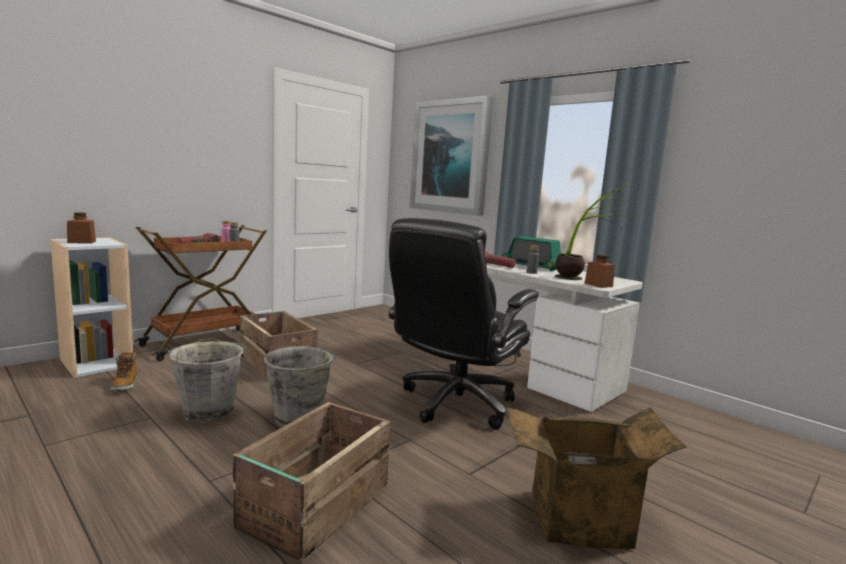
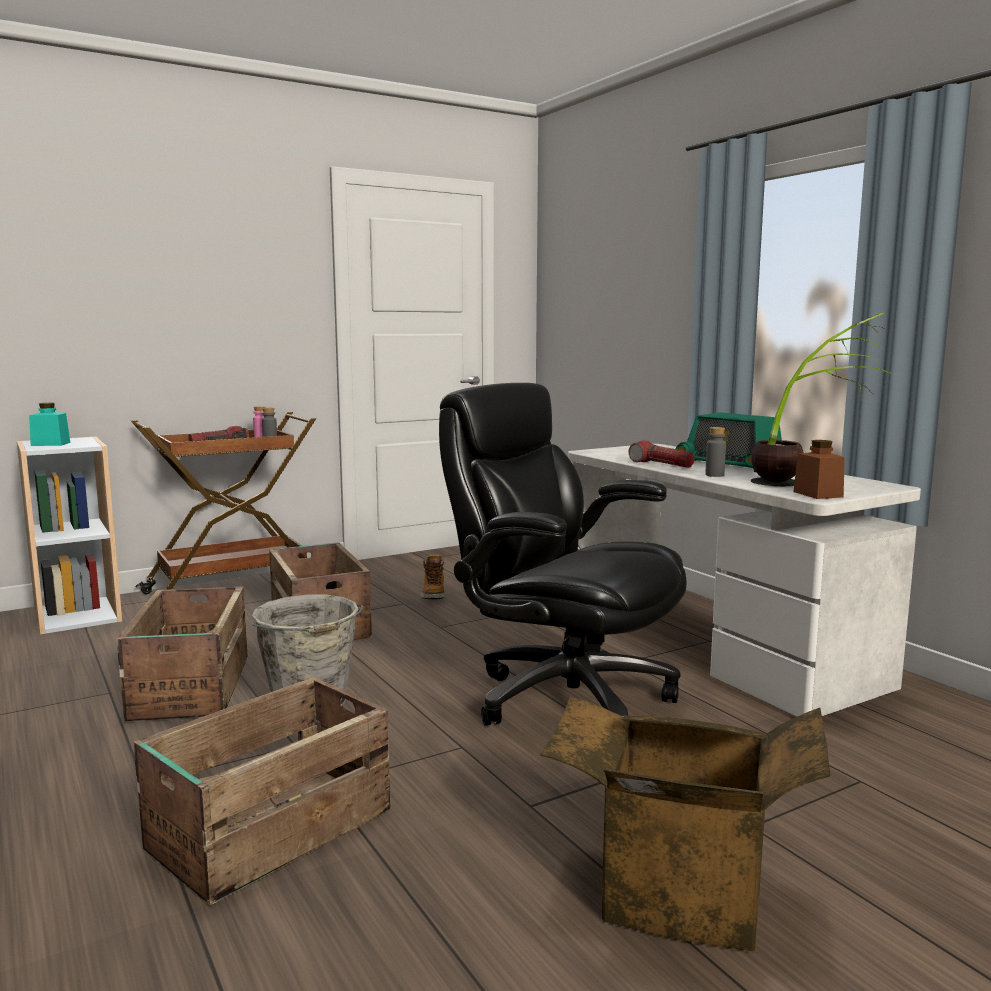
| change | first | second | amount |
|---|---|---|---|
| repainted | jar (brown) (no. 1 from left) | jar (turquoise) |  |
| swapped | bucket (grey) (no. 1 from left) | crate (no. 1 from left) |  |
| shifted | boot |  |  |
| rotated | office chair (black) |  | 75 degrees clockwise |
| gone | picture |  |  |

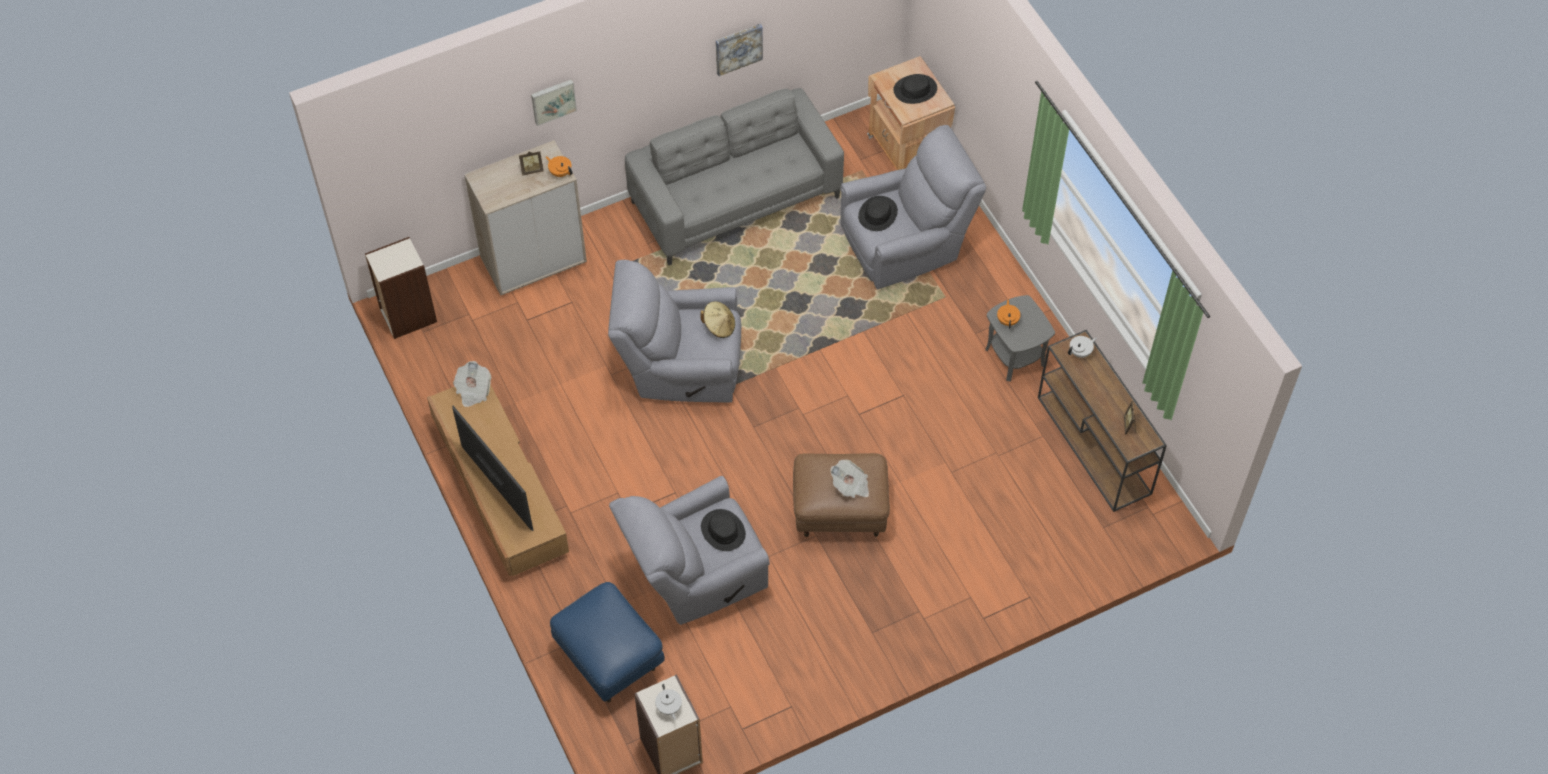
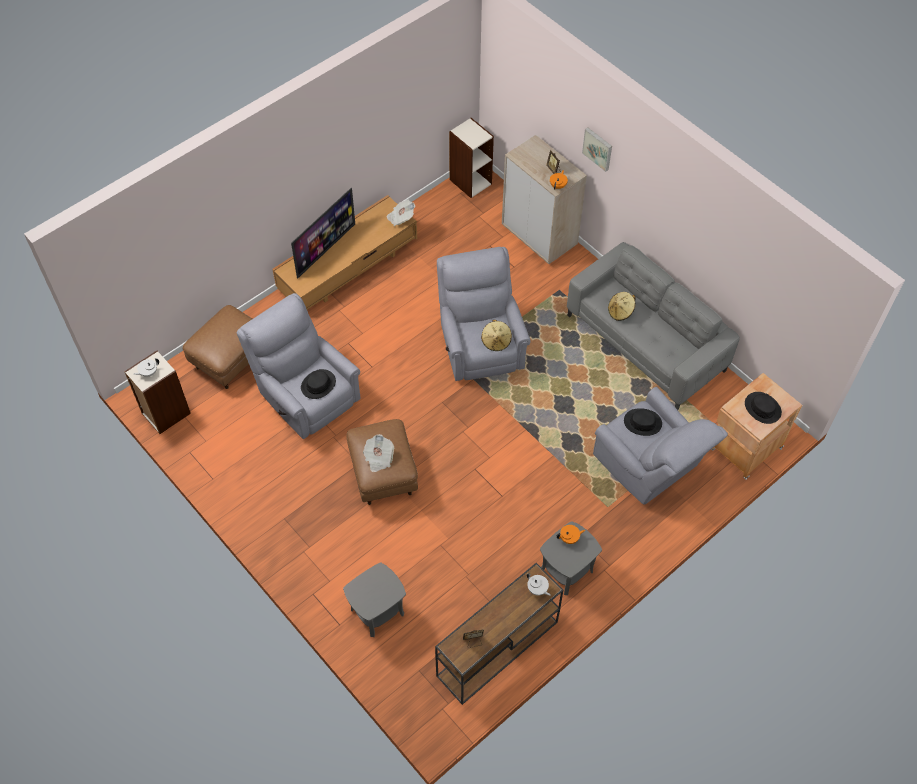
| change | first | second | amount |
|---|---|---|---|
| repainted | ottoman (blue) | ottoman (brown) (no. 1 from left) |  |
| new |  | side table (grey) (no. 1 from left) |  |
| new |  | hat (beige) (no. 2 from left) |  |
| gone | picture (no. 2 from left) |  |  |

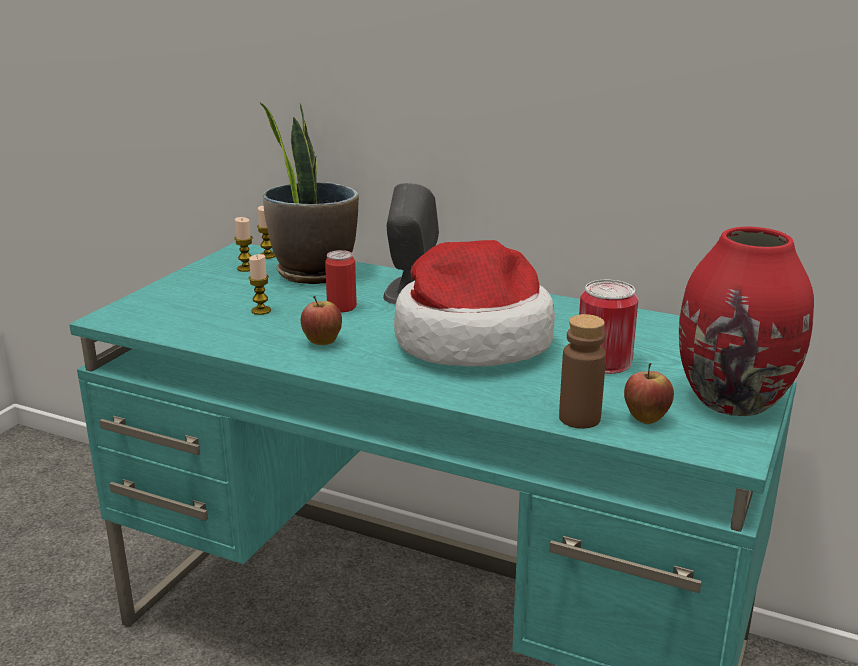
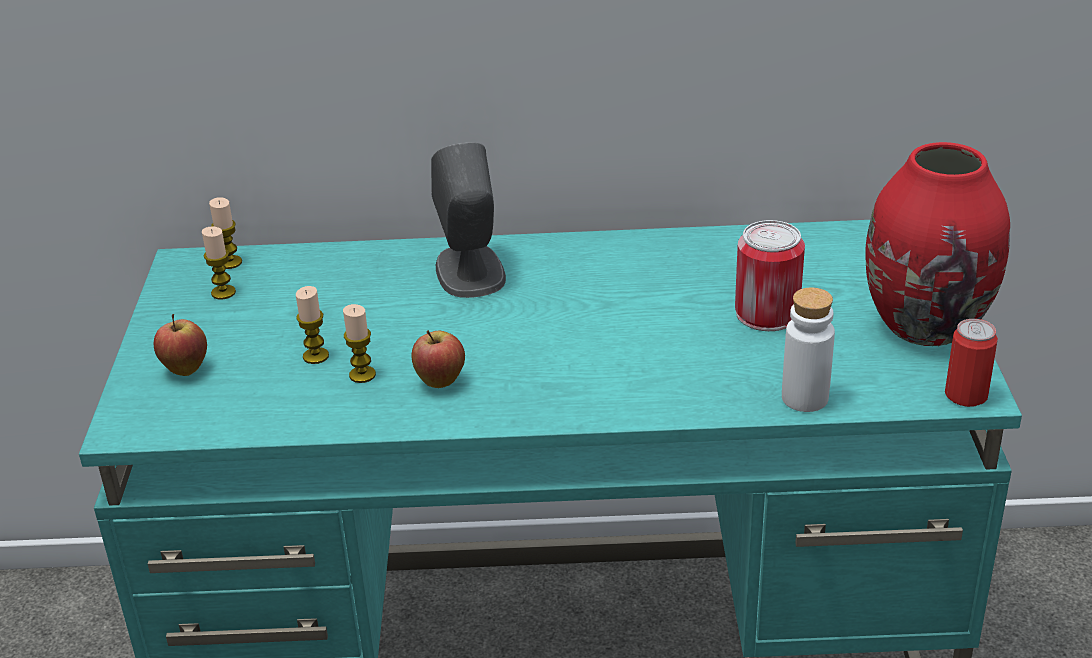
| change | first | second | amount |
|---|---|---|---|
| shifted | apple (no. 2 from left in the first image) | apple (no. 1 from left) |  |
| new |  | candle (no. 4 from left) |  |
| repainted | bottle (brown) | bottle (white) |  |
| shifted | can (no. 1 from left in the first image) | can (no. 2 from left) |  |
| gone | potted plant |  |  |
| gone | hat |  |  |

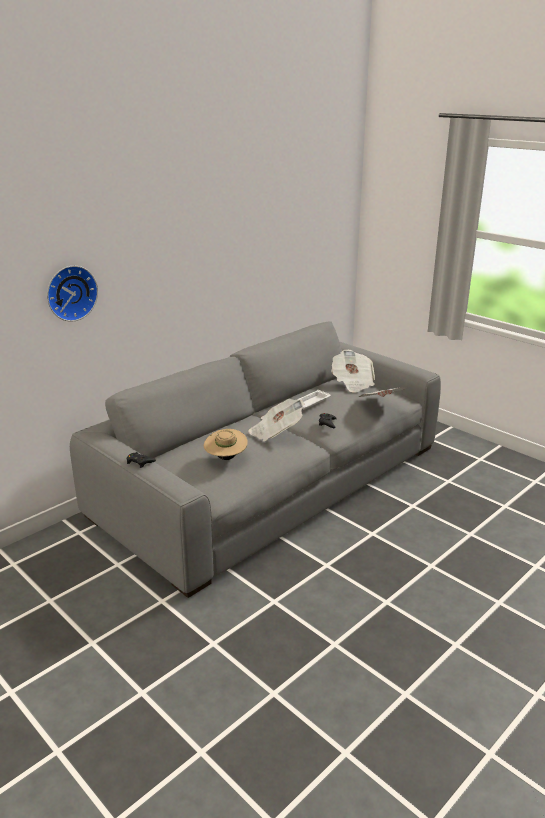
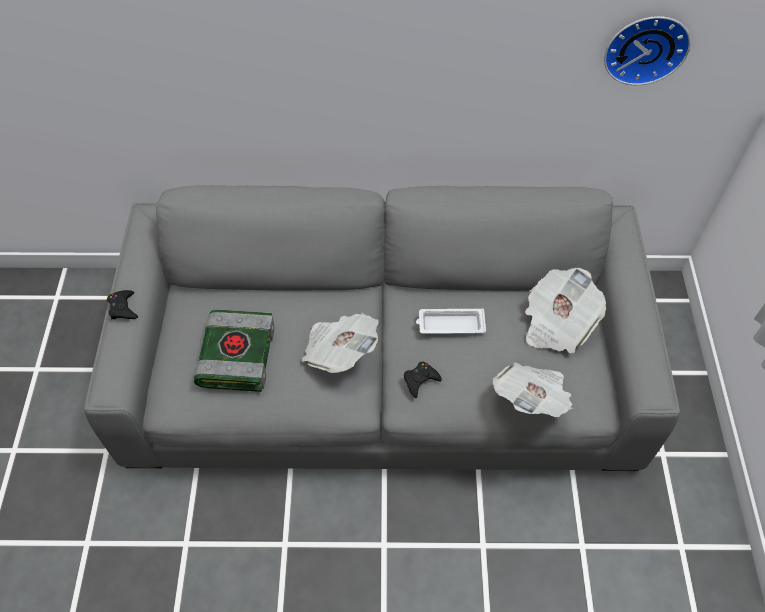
| change | first | second | amount |
|---|---|---|---|
| swapped | hat (beige) | book |  |
| shifted | wall clock |  |  |

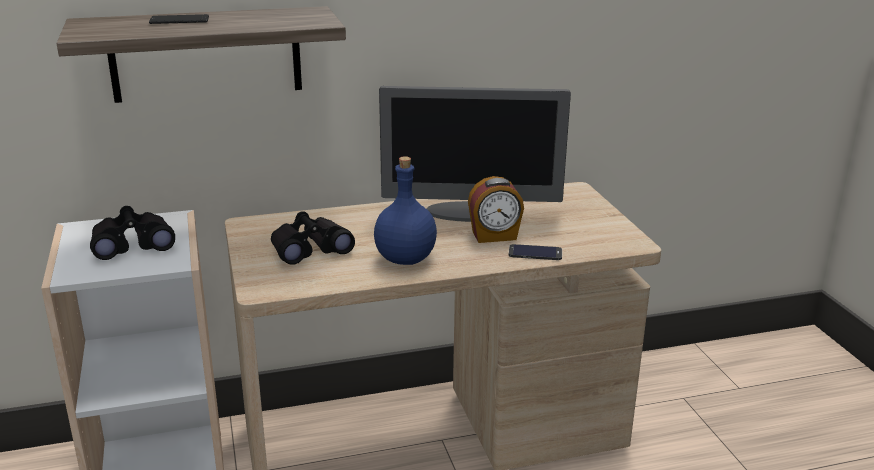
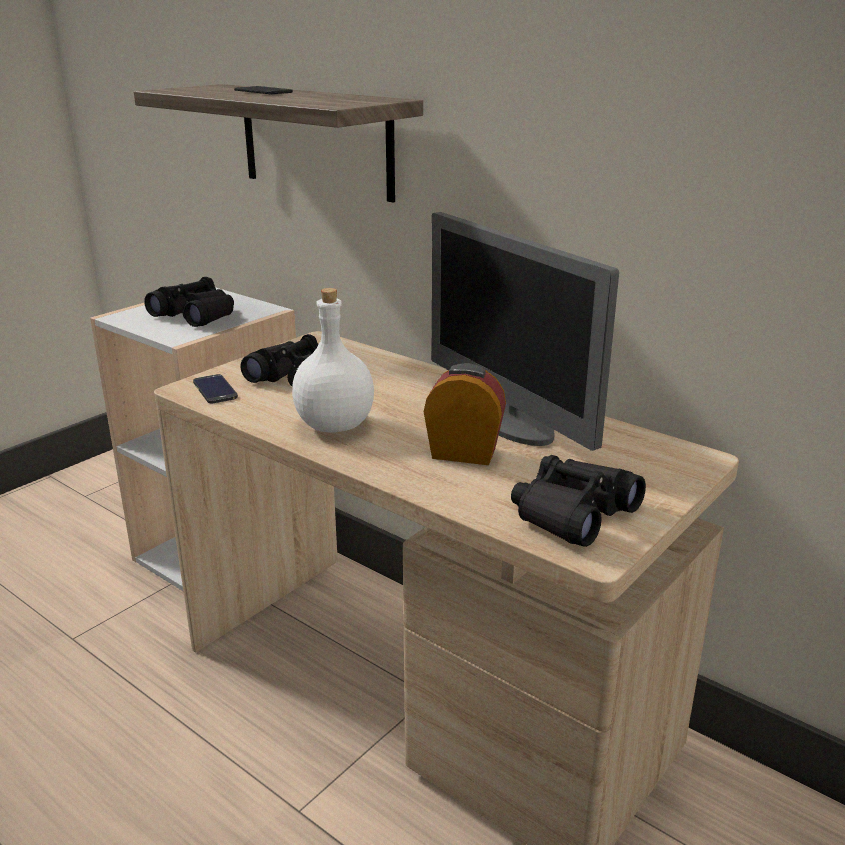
| change | first | second | amount |
|---|---|---|---|
| shifted | phone (no. 2 from left in the first image) | phone (no. 1 from left) |  |
| repainted | bottle (blue) | bottle (white) |  |
| rotated | alarm clock |  | 150 degrees clockwise |
| new |  | binoculars (black) (no. 3 from left) |  |

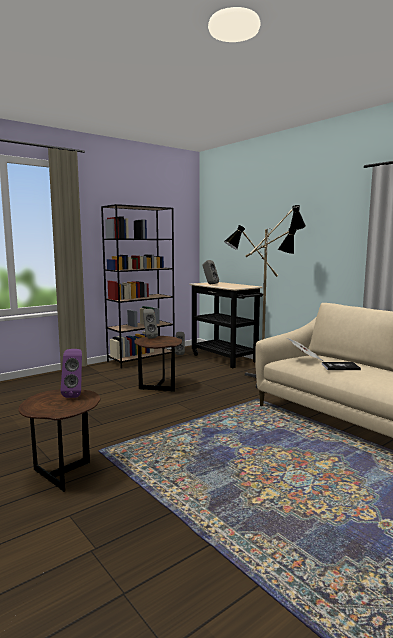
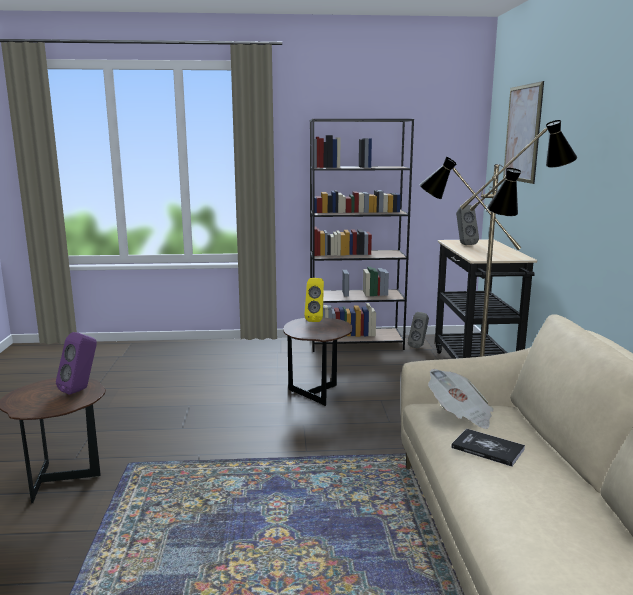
| change | first | second | amount |
|---|---|---|---|
| repainted | speaker (grey) (no. 1 from left) | speaker (yellow) |  |
| new |  | picture |  |

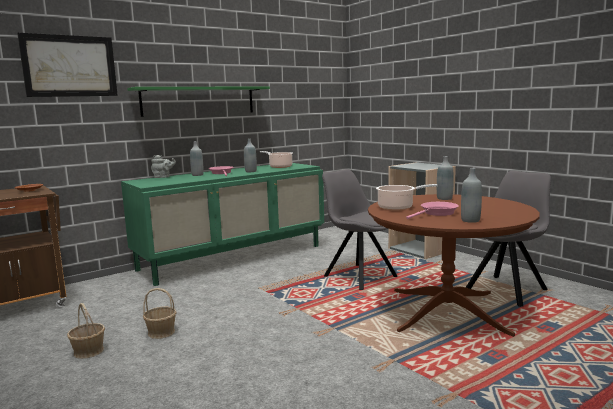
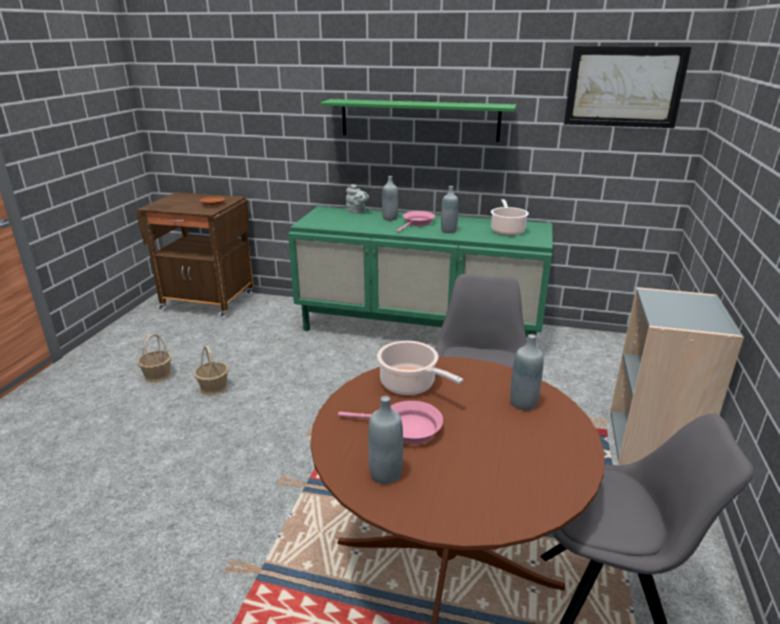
| change | first | second | amount |
|---|---|---|---|
| shifted | picture |  |  |

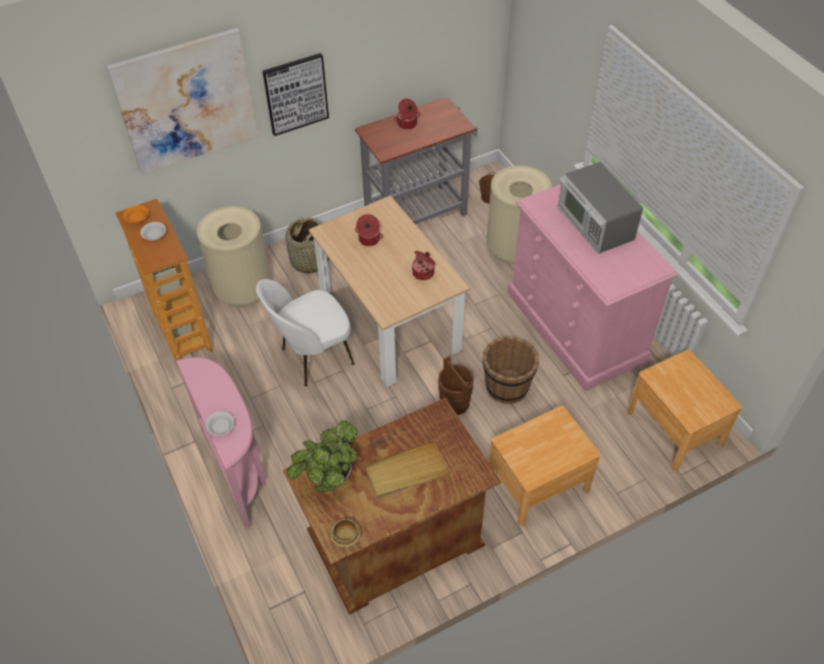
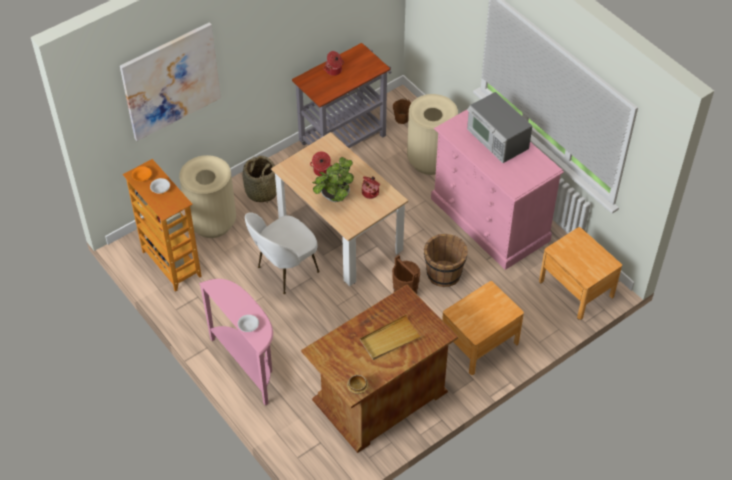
| change | first | second | amount |
|---|---|---|---|
| shifted | potted plant |  |  |
| gone | picture (no. 2 from left) |  |  |

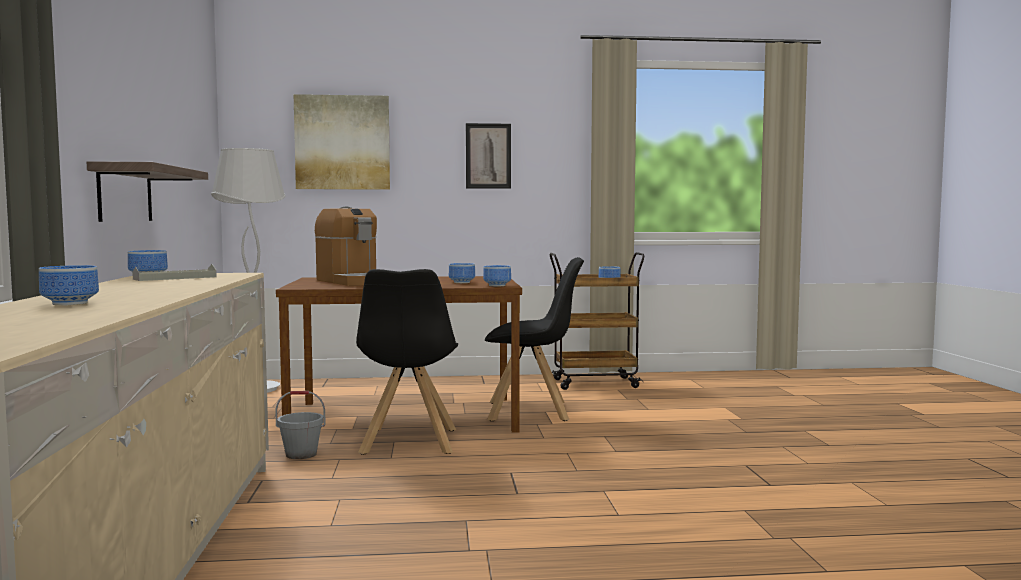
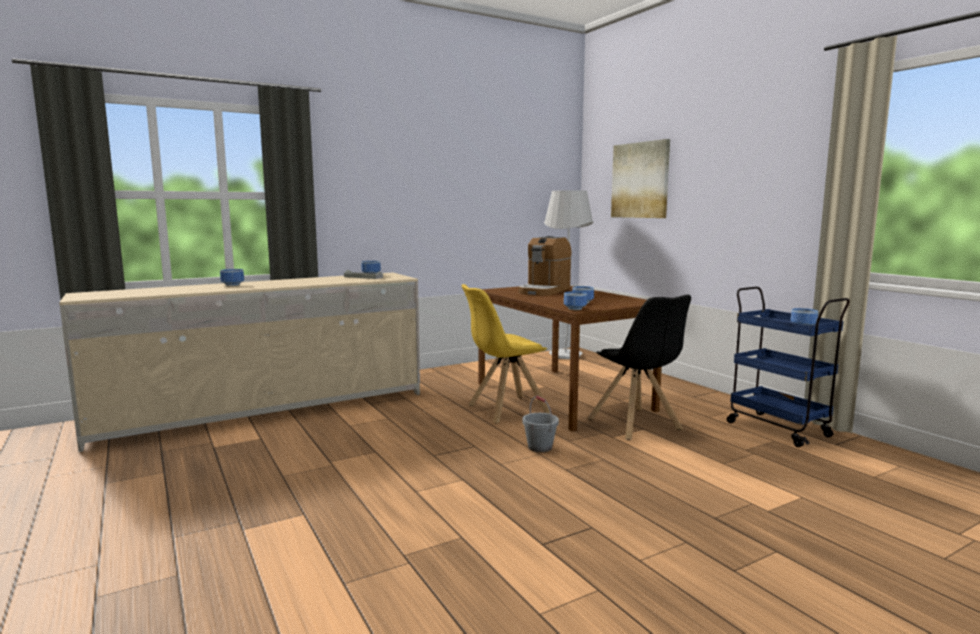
| change | first | second | amount |
|---|---|---|---|
| repainted | chair (black) (no. 1 from left) | chair (yellow) |  |
| shifted | bucket (grey) |  |  |
| repainted | cart (brown) | cart (blue) |  |
| gone | shelf |  |  |
| gone | picture (no. 2 from left) |  |  |

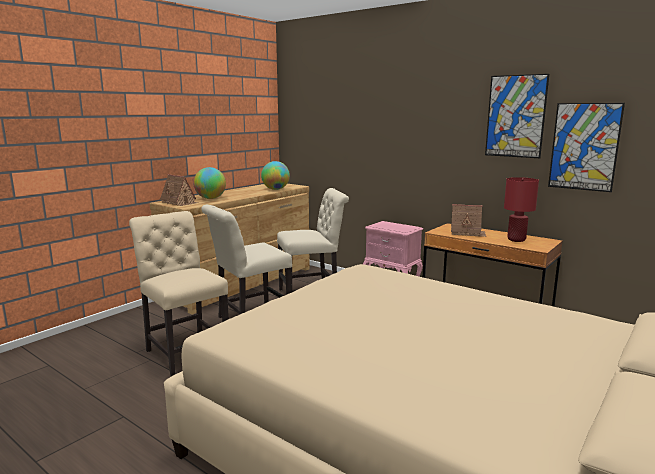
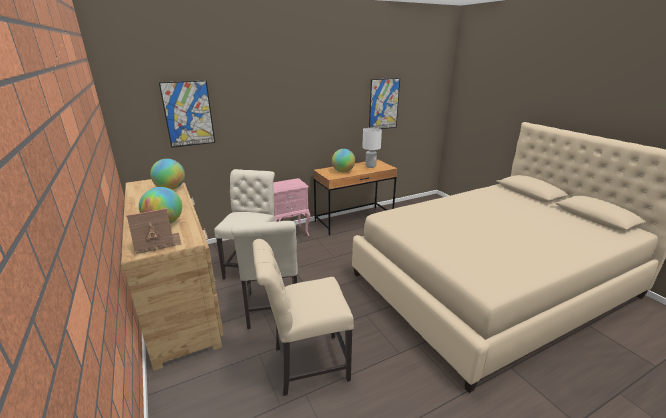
| change | first | second | amount |
|---|---|---|---|
| shifted | picture (no. 1 from left) |  |  |
| swapped | toy house (no. 2 from left) | globe (no. 3 from left) |  |
| repainted | table lamp (red) | table lamp (white) |  |

